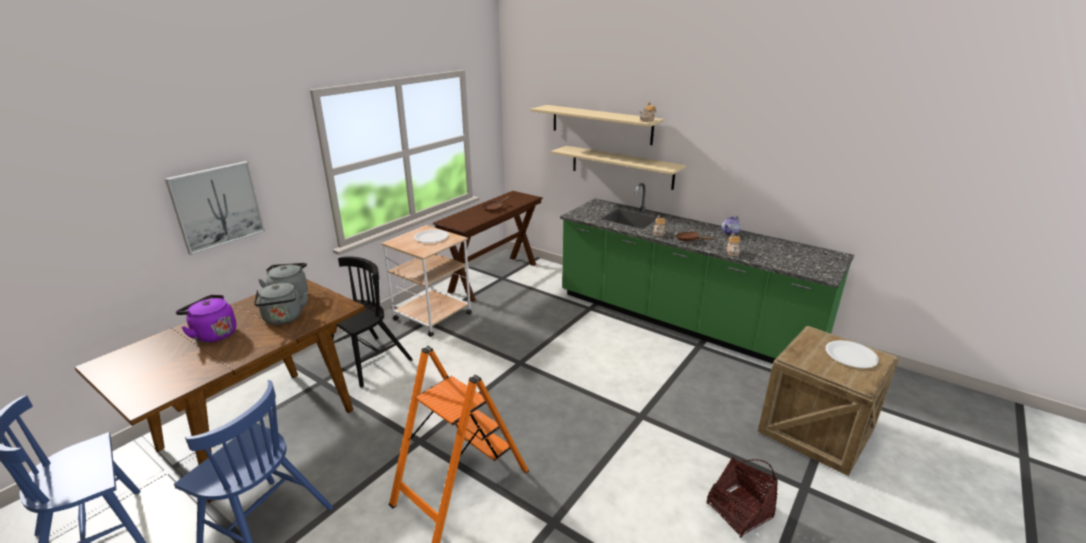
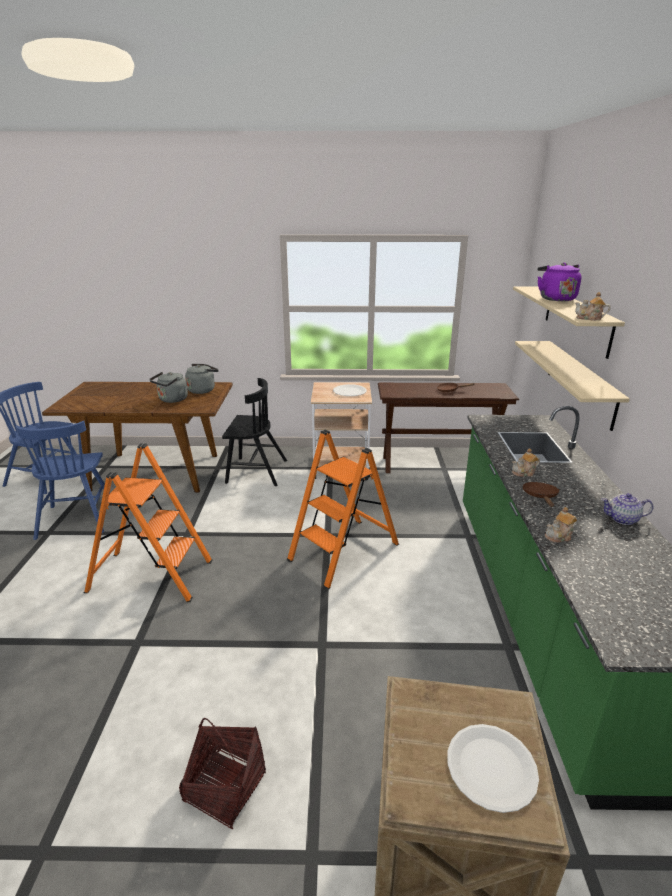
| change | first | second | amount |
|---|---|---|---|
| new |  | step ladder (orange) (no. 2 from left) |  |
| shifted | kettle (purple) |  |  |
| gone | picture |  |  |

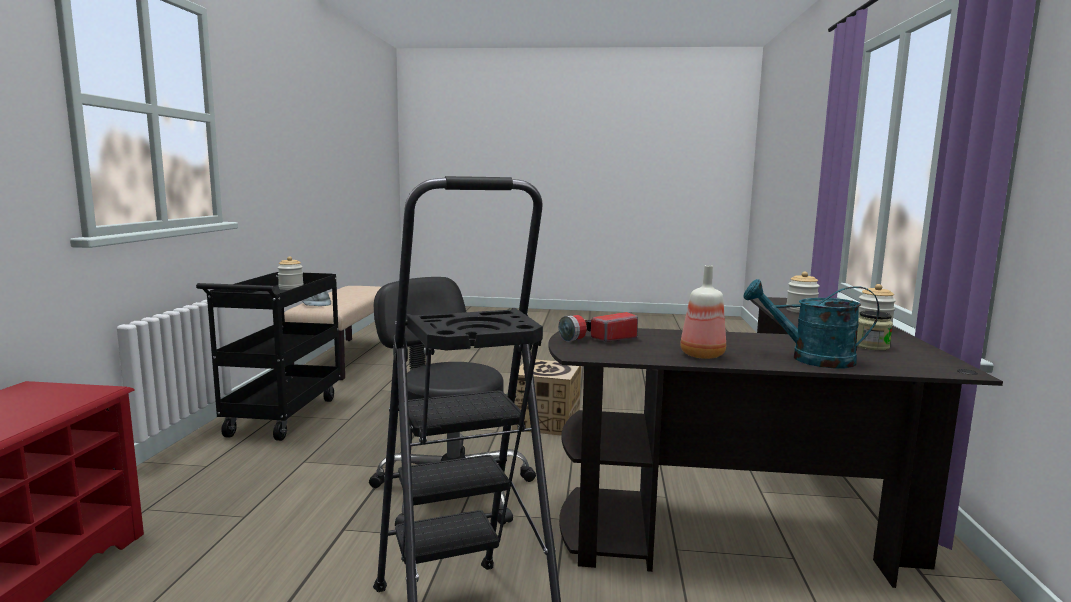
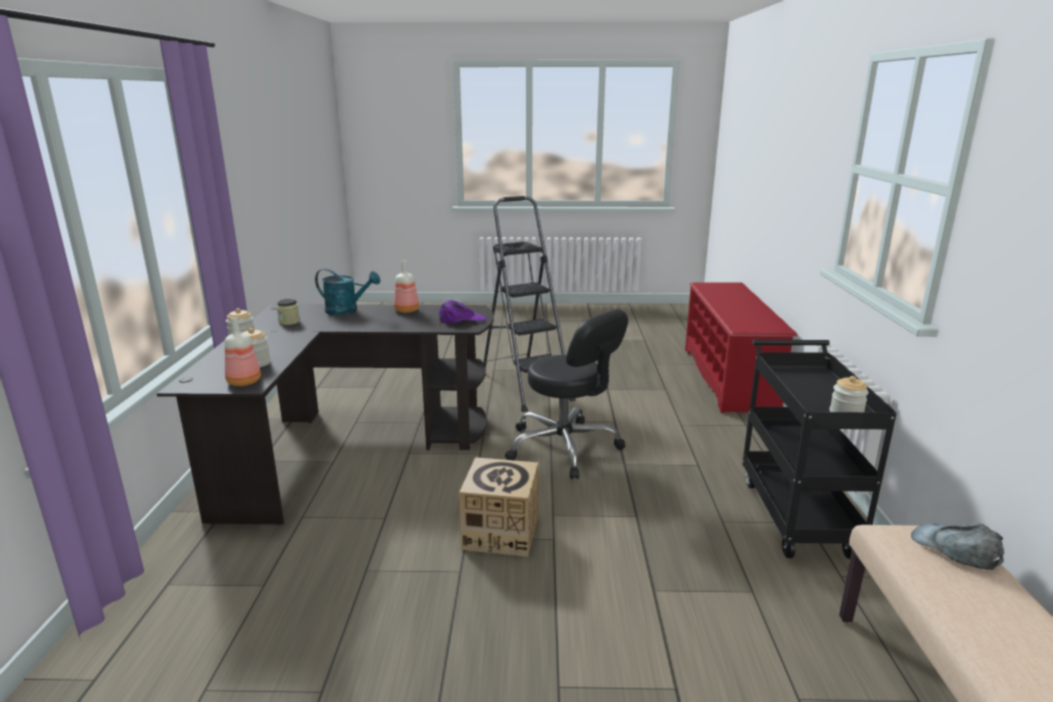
| change | first | second | amount |
|---|---|---|---|
| new |  | bottle (no. 1 from left) |  |
| swapped | flashlight | cap (purple) |  |

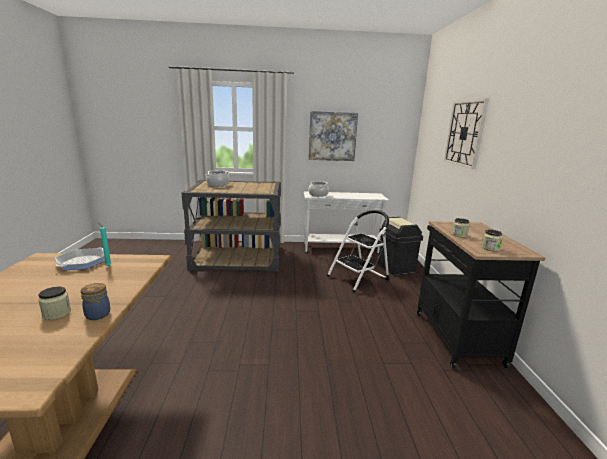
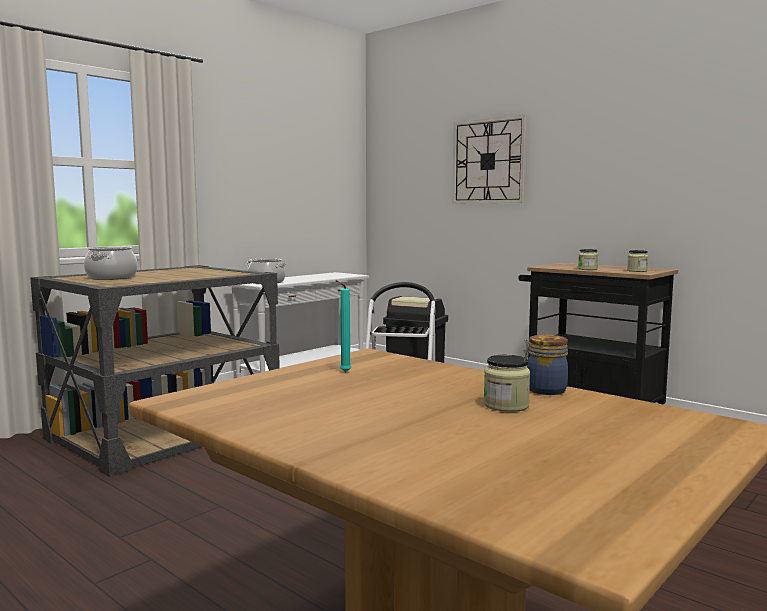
| change | first | second | amount |
|---|---|---|---|
| gone | frying pan |  |  |
| gone | picture |  |  |

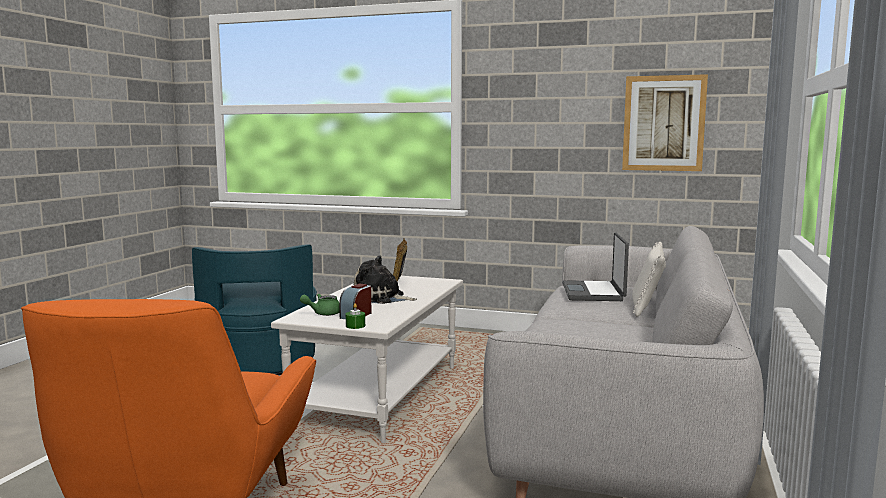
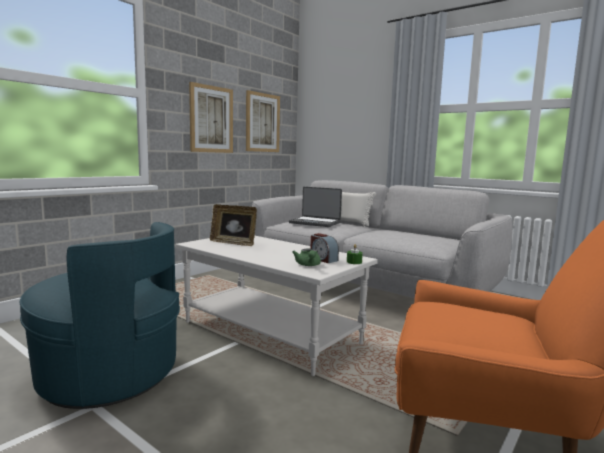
| change | first | second | amount |
|---|---|---|---|
| new |  | picture (no. 1 from left) |  |
| gone | plush toy |  |  |

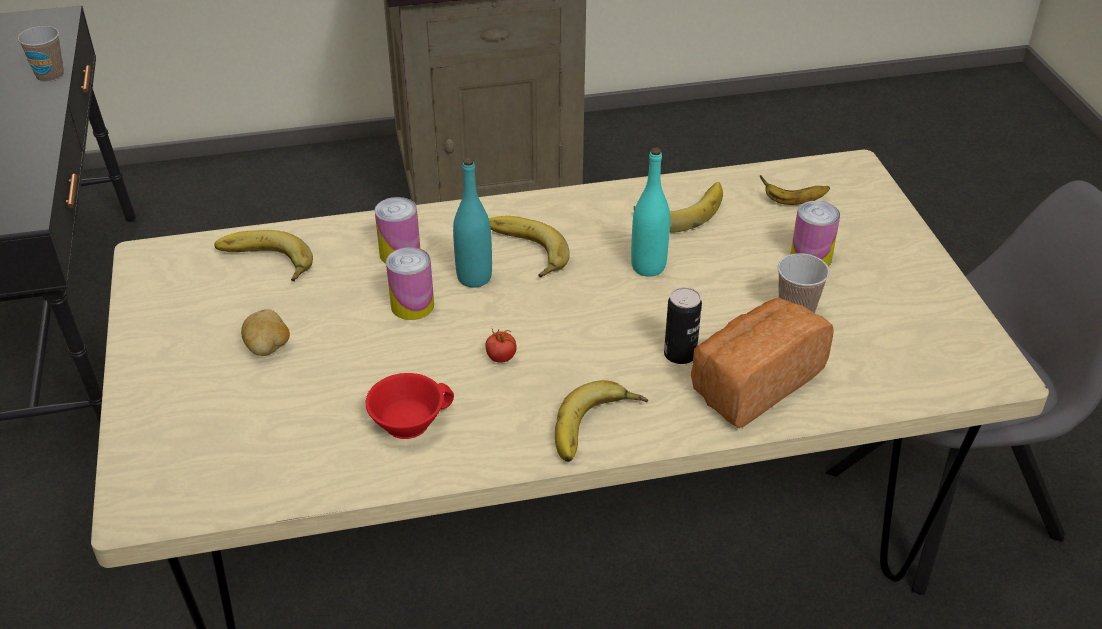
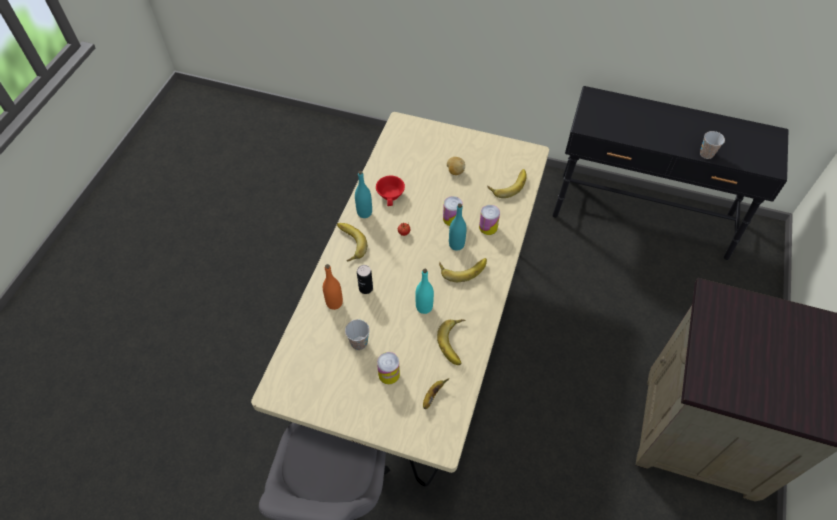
| change | first | second | amount |
|---|---|---|---|
| swapped | bread | bottle (orange) |  |
| new |  | bottle (turquoise) (no. 1 from left) |  |

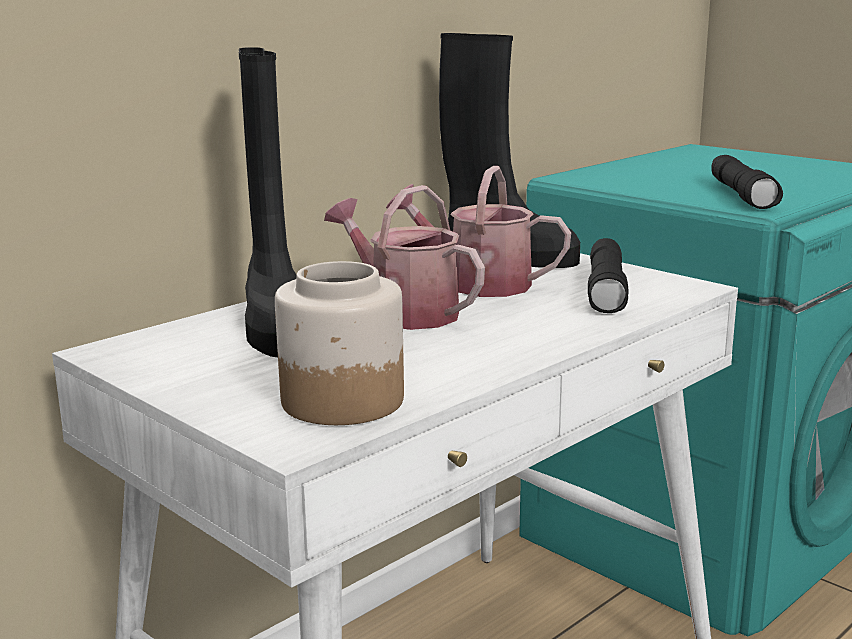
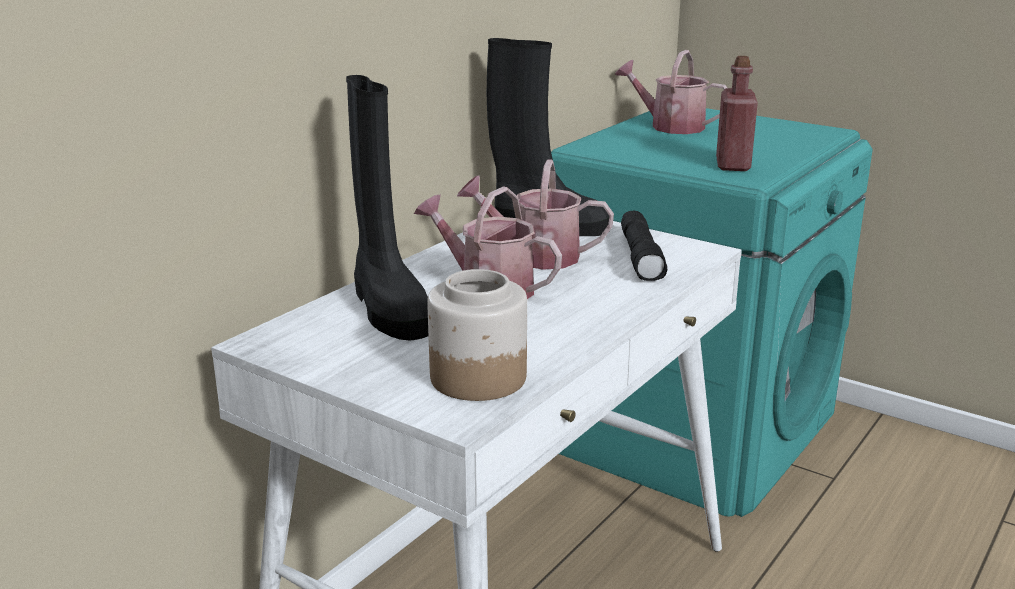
| change | first | second | amount |
|---|---|---|---|
| new |  | watering can (no. 3 from left) |  |
| swapped | flashlight (black) (no. 2 from left) | bottle (red) |  |

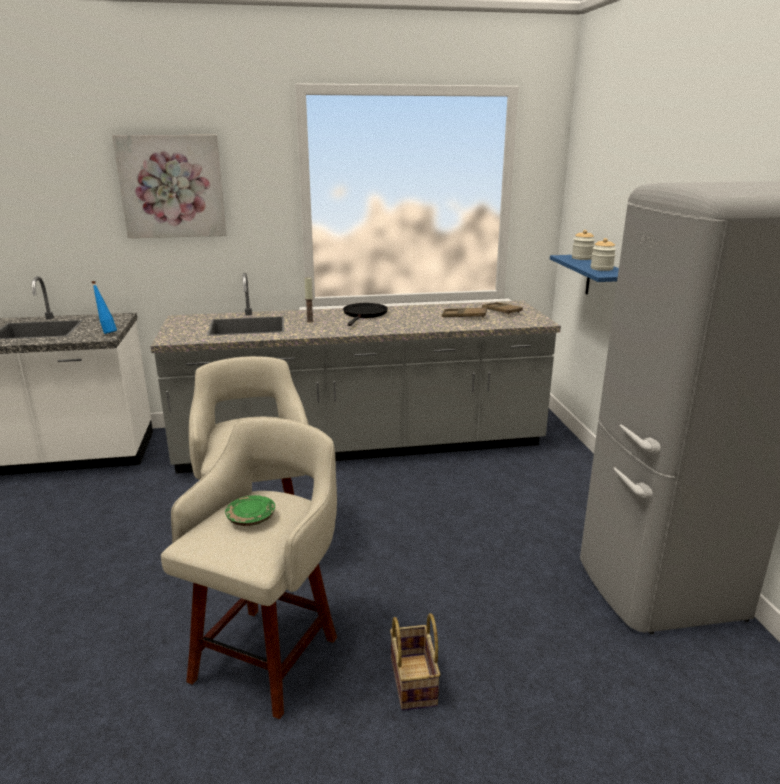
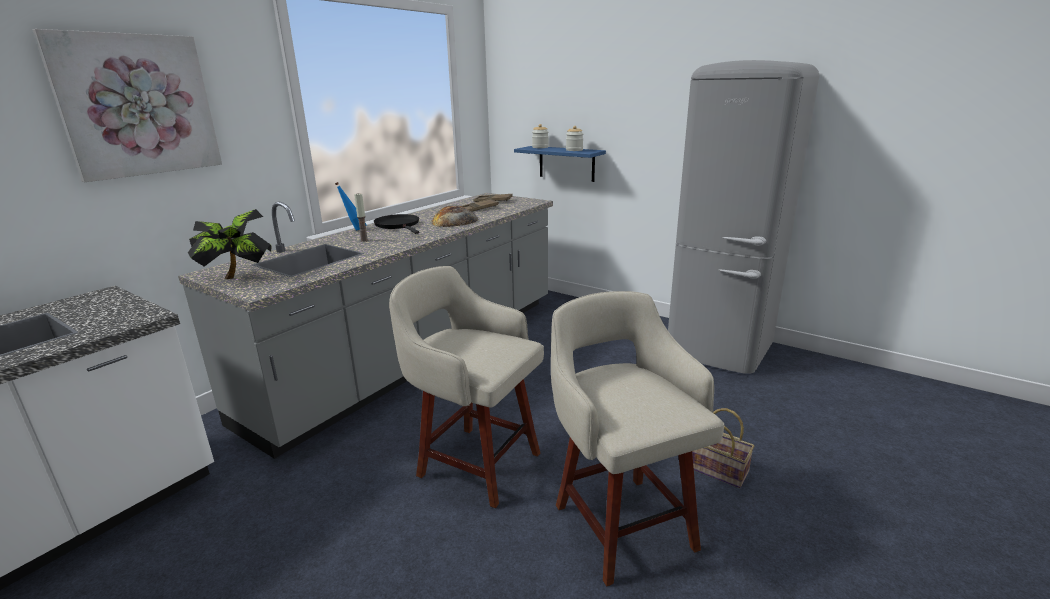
| change | first | second | amount |
|---|---|---|---|
| new |  | potted plant |  |
| shifted | bottle (blue) |  |  |
| new |  | bread |  |
| gone | plate (green) |  |  |

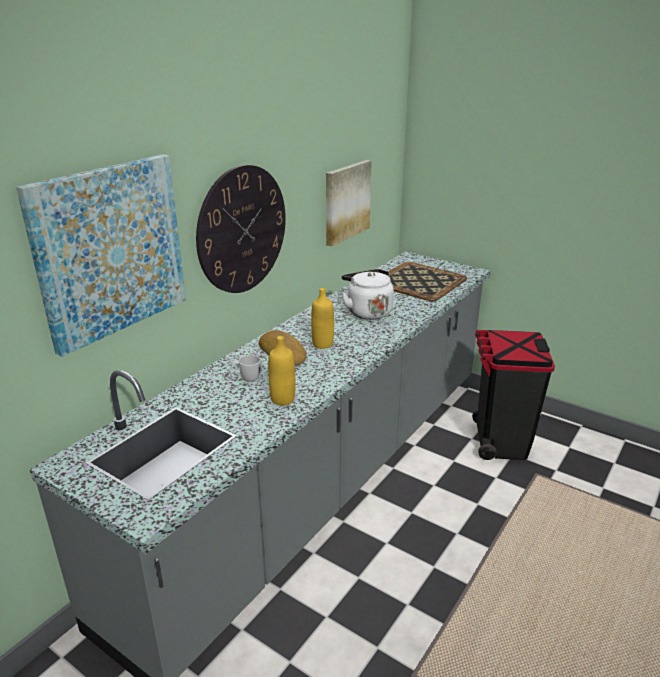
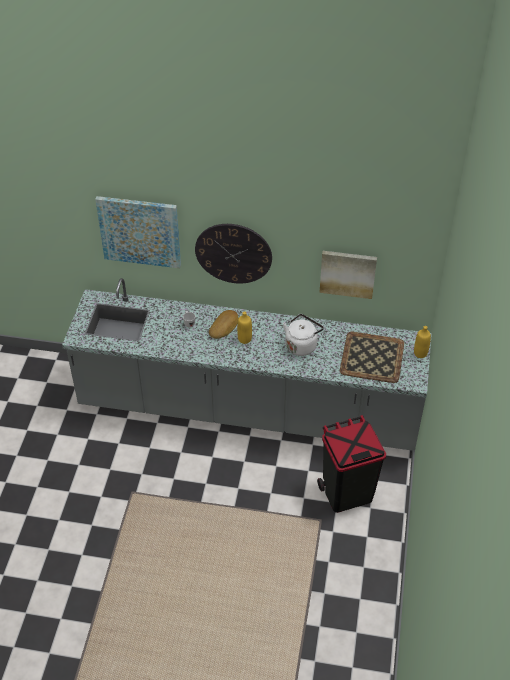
| change | first | second | amount |
|---|---|---|---|
| shifted | bottle (yellow) (no. 1 from left in the first image) | bottle (yellow) (no. 2 from left) |  |

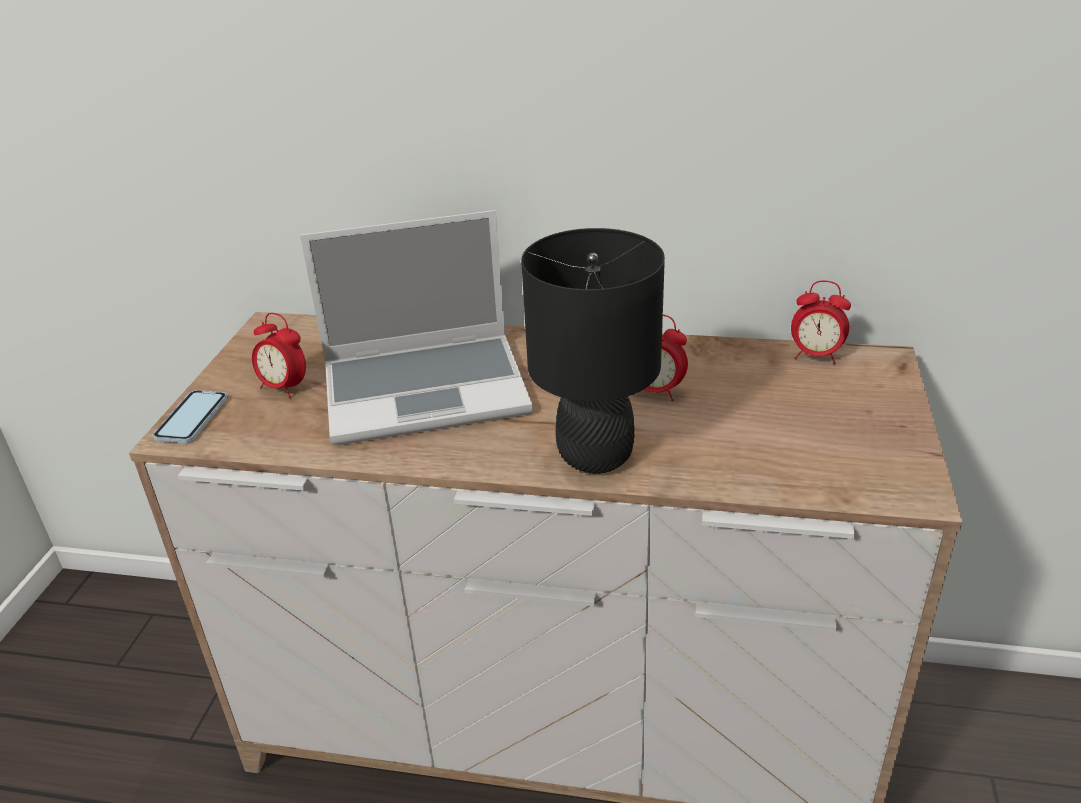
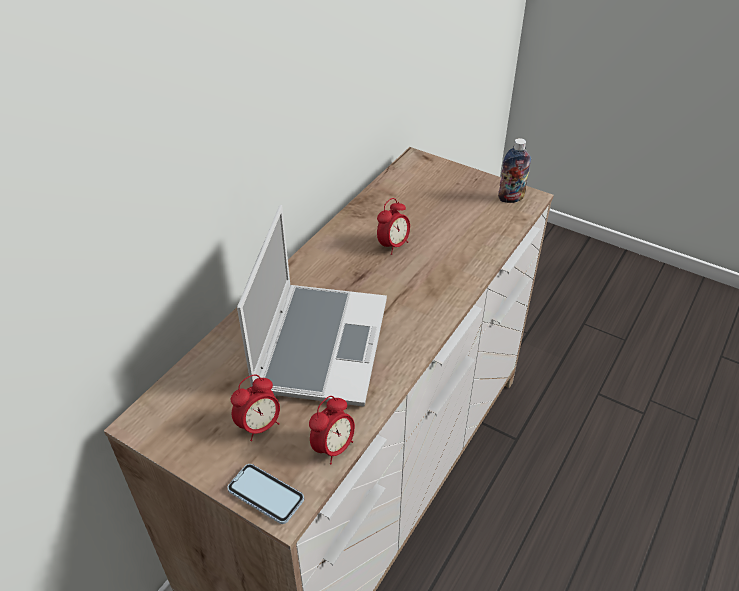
| change | first | second | amount |
|---|---|---|---|
| shifted | alarm clock (no. 3 from left in the first image) | alarm clock (no. 2 from left) |  |
| new |  | bottle |  |
| gone | table lamp (black) |  |  |

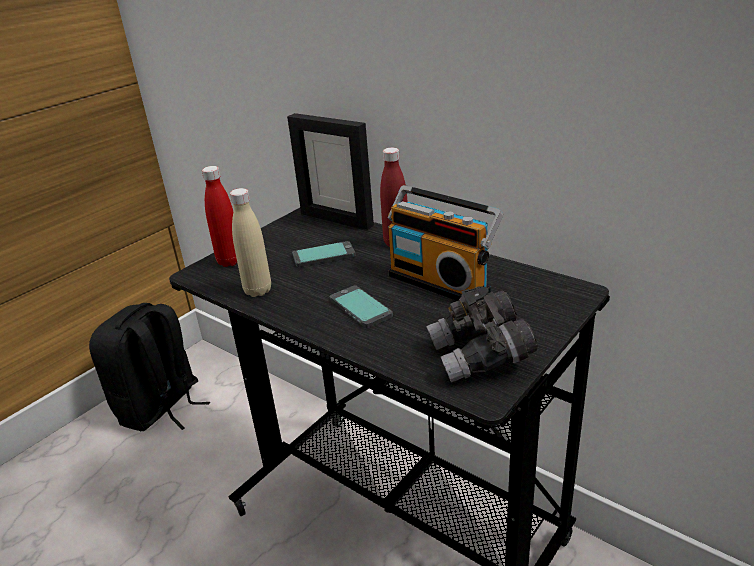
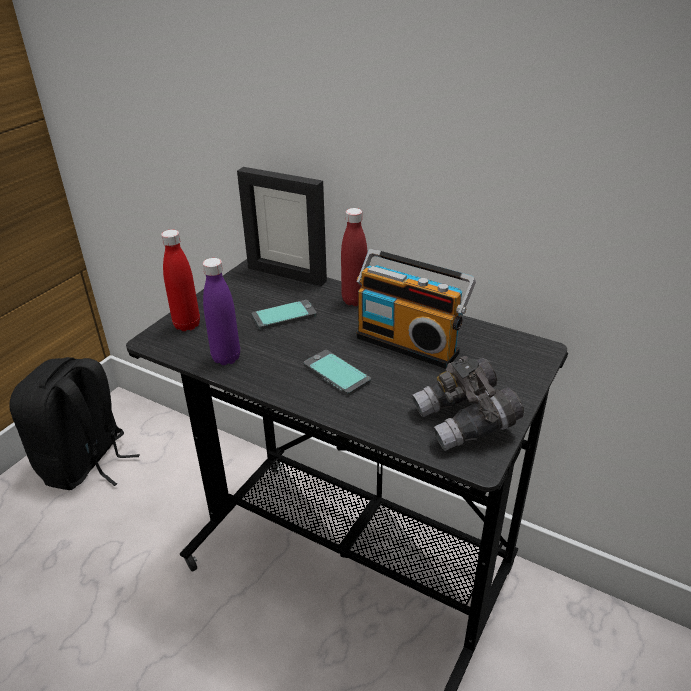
| change | first | second | amount |
|---|---|---|---|
| repainted | bottle (beige) | bottle (purple) |  |

